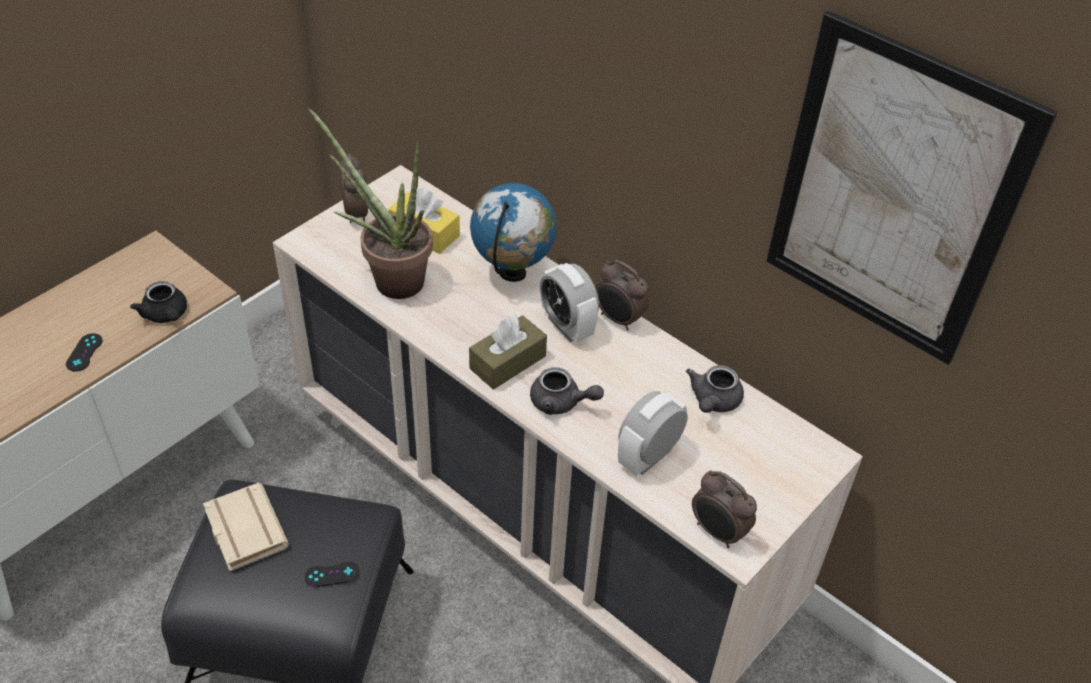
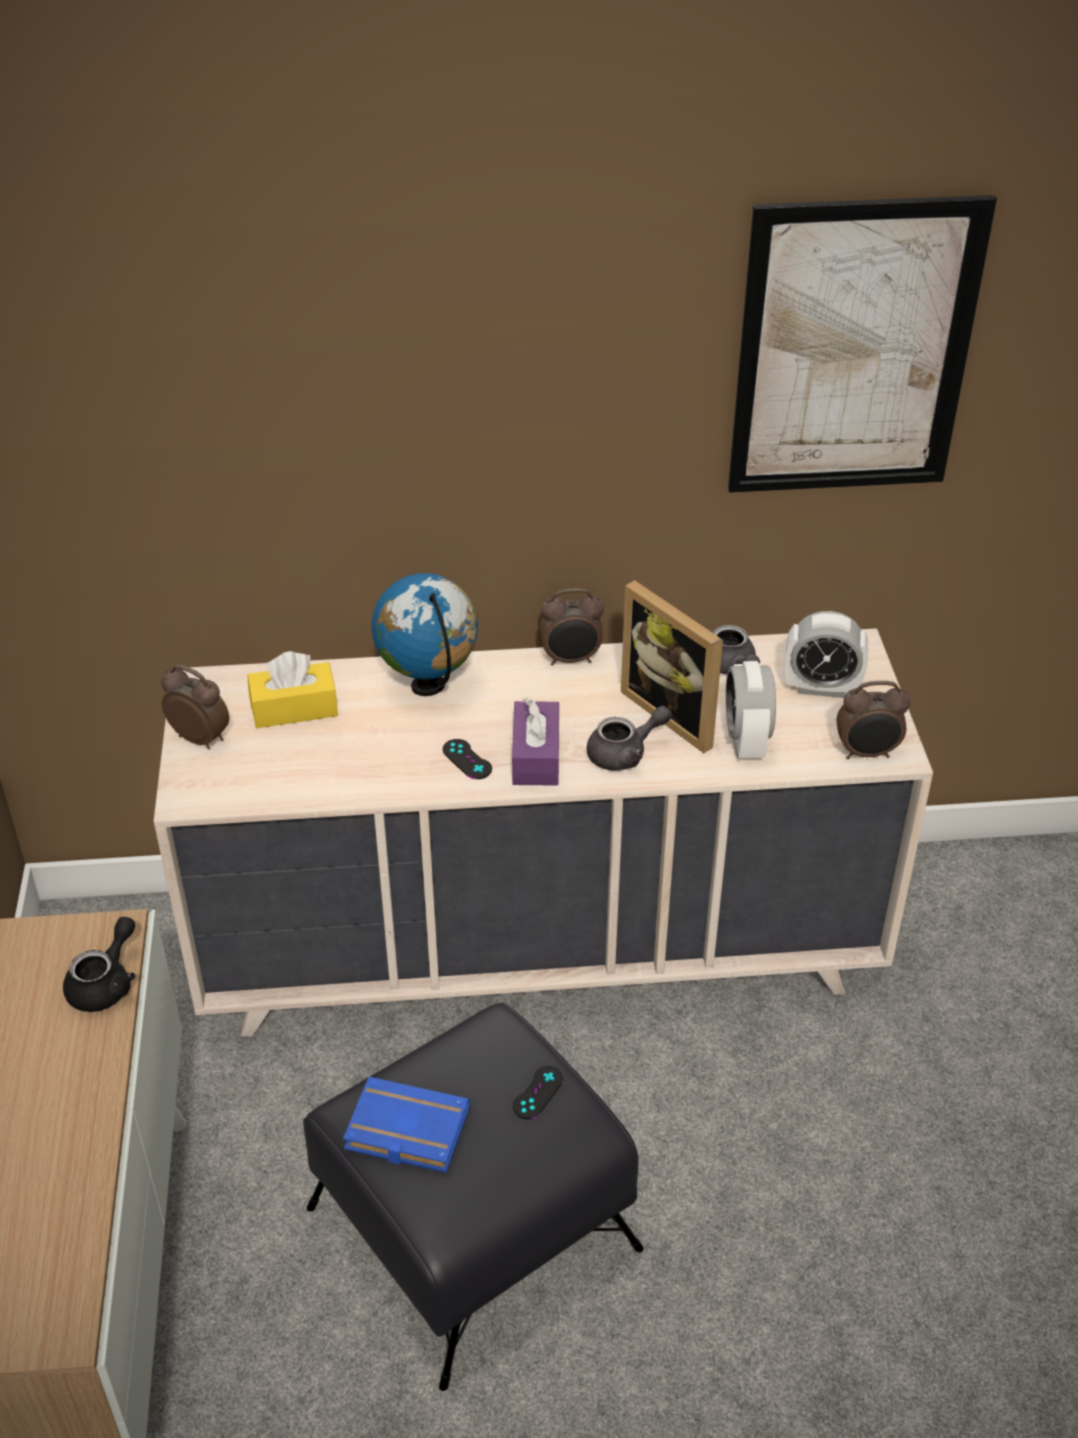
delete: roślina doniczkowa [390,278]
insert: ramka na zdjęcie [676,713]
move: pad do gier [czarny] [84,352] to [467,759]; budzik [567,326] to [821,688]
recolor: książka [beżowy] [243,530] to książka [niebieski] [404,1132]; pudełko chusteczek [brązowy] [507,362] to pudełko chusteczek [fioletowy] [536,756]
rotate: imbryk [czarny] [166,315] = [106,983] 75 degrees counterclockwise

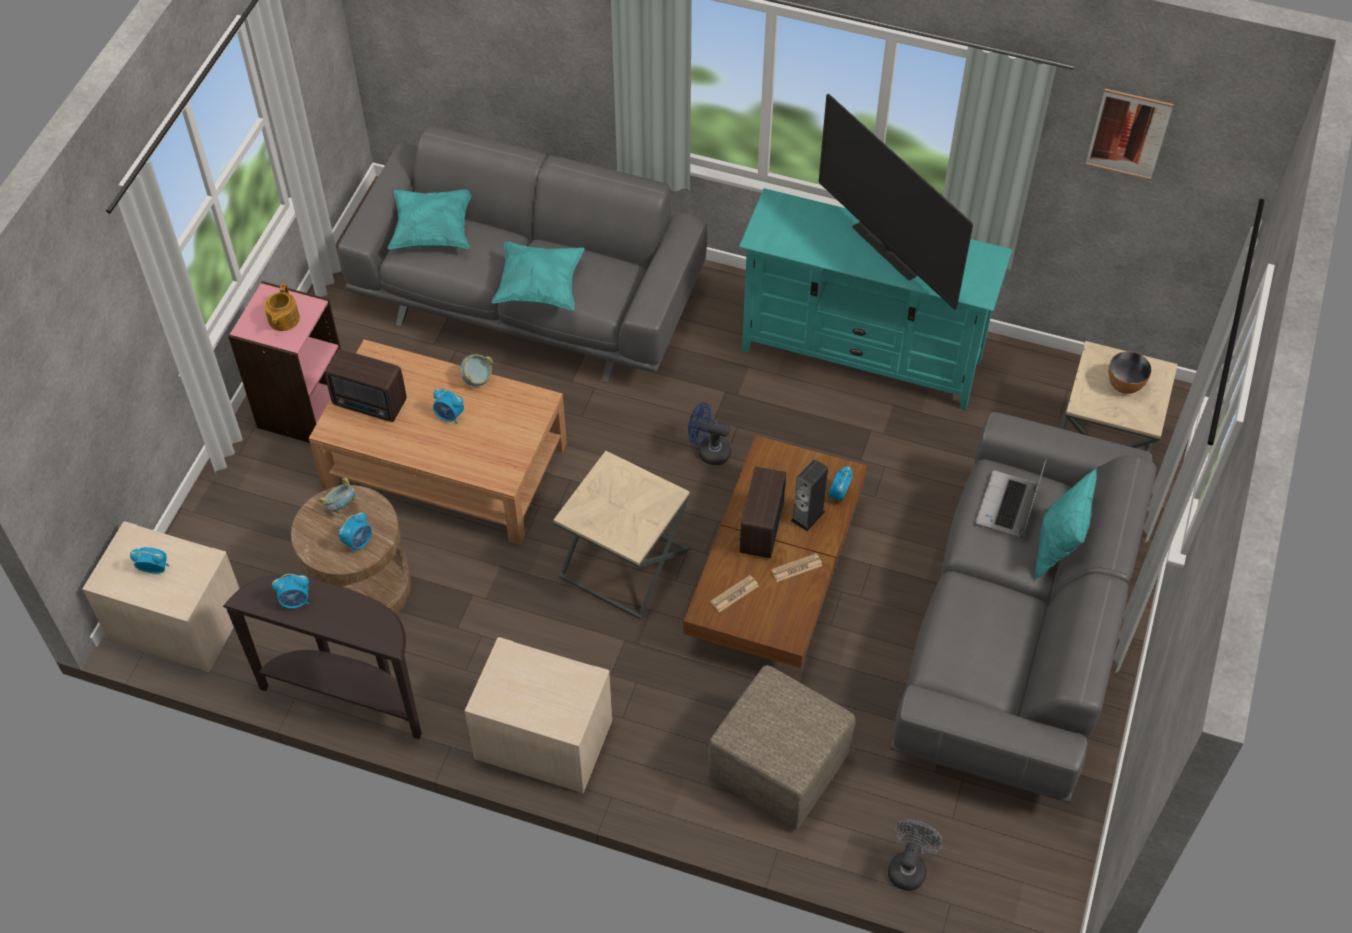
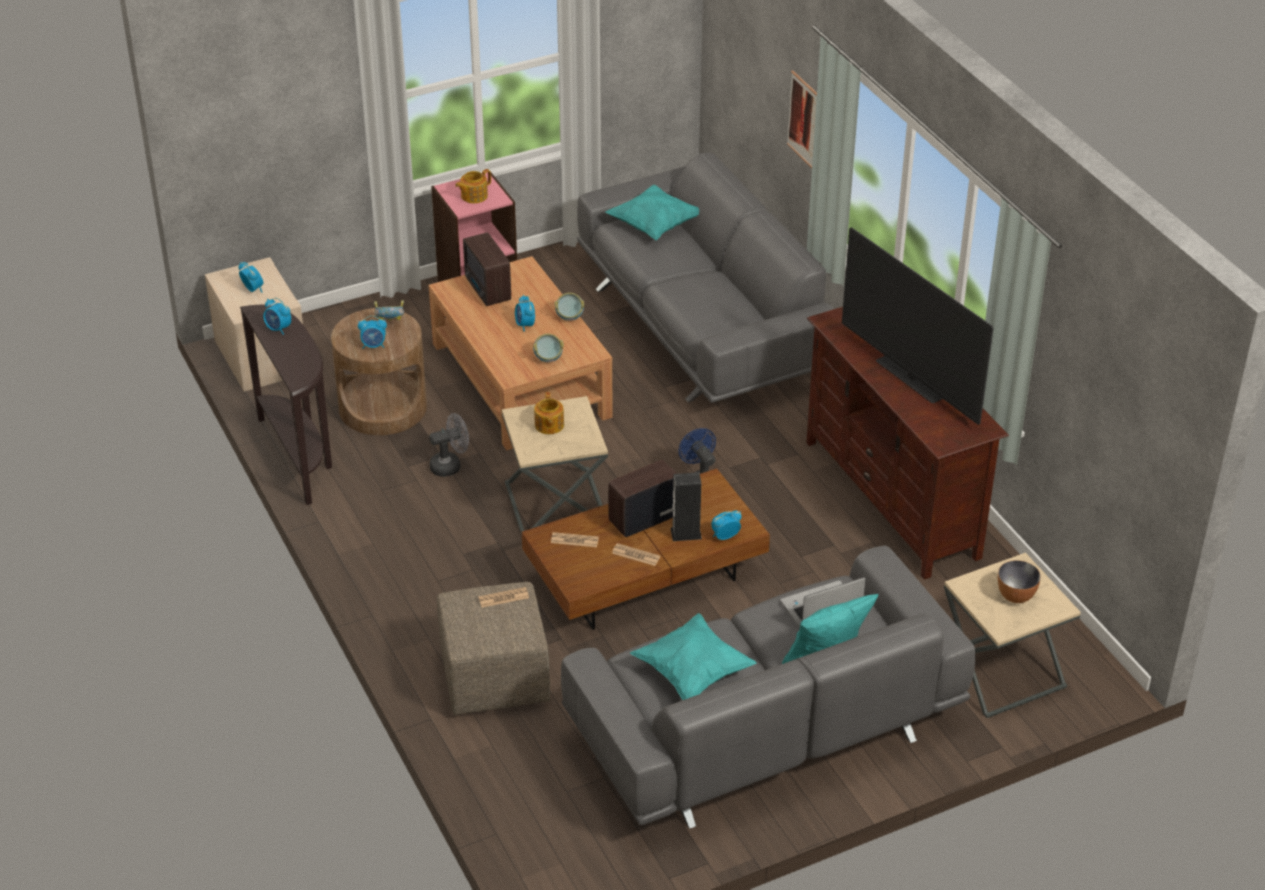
delete: szafka nocna [beżowy] [543,739]
insert: gazeta [503,598]; miska [548,359]; imbryk [549,425]
move: poduszka [turkusowy] [539,288] to [692,673]; wentylator [szary] [908,866] to [450,465]; obraz [1128,134] to [804,120]
recolor: szafka pod telewizor [turkusowy] [862,354] to szafka pod telewizor [brązowy] [892,499]
rotate: telewizor [886,250] = [909,379] 45 degrees counterclockwise

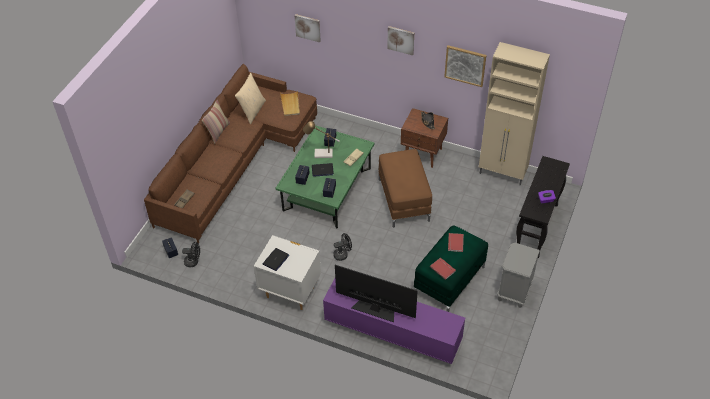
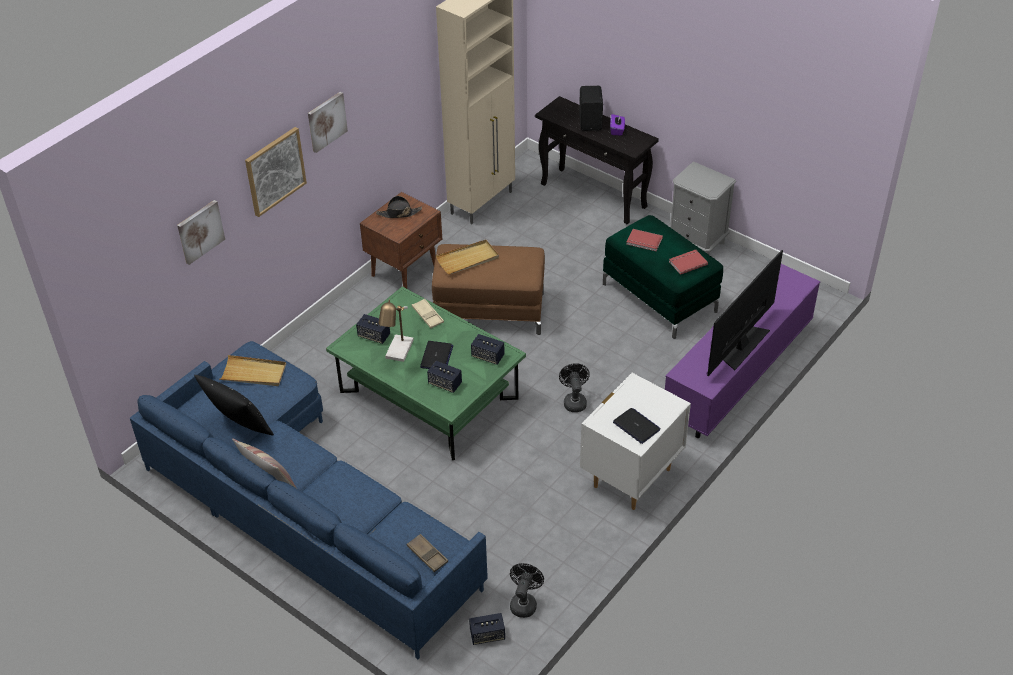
insert: taca [beżowy] [468,259]; głośnik [czarny] [591,122]
move: obraz [465,65] to [275,171]
recolor: kanapa [brązowy] [235,161] to kanapa [niebieski] [303,509]; poduszka [beżowy] [252,110] to poduszka [czarny] [239,427]

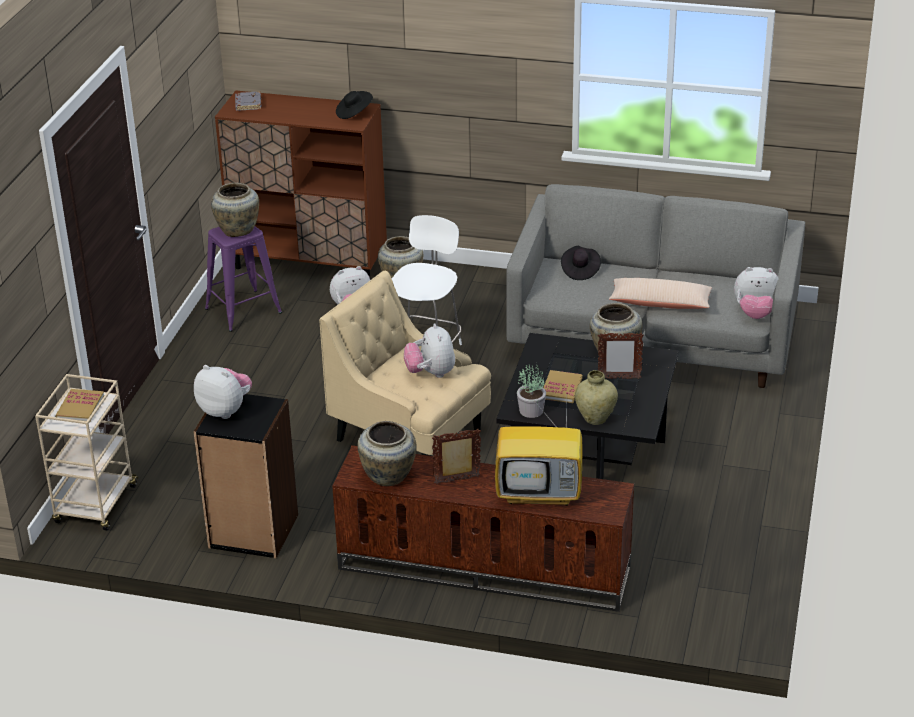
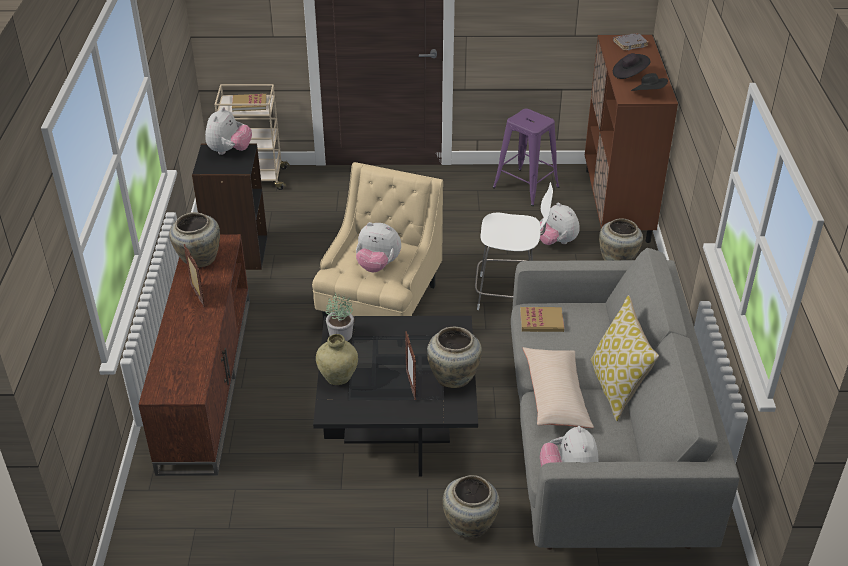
delete: telewizor [541,493]
insert: poduszka [617,388]
move: wazon [beżowy] [238,230] to [470,525]; książka [561,388] to [541,321]; kapelusz [czarny] [580,271] to [629,74]
rotate: pluszak [431,373] = [378,265] 135 degrees counterclockwise

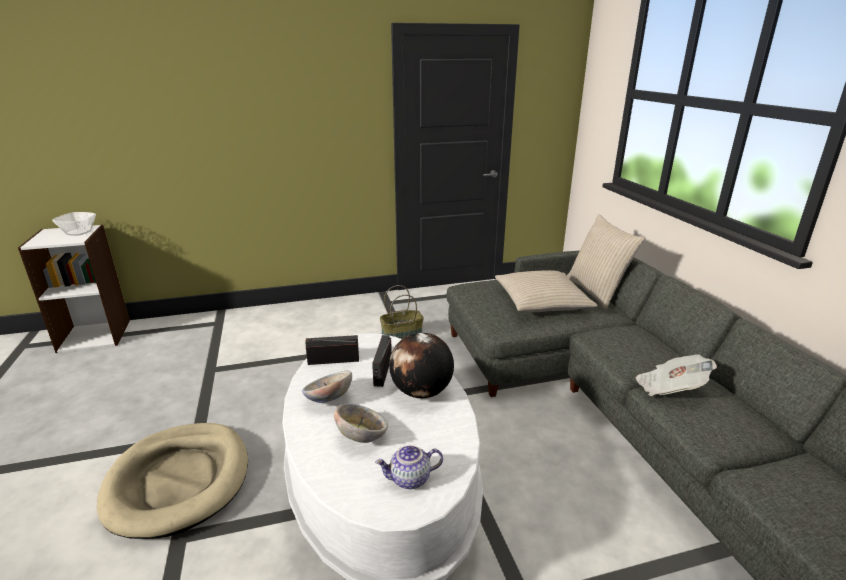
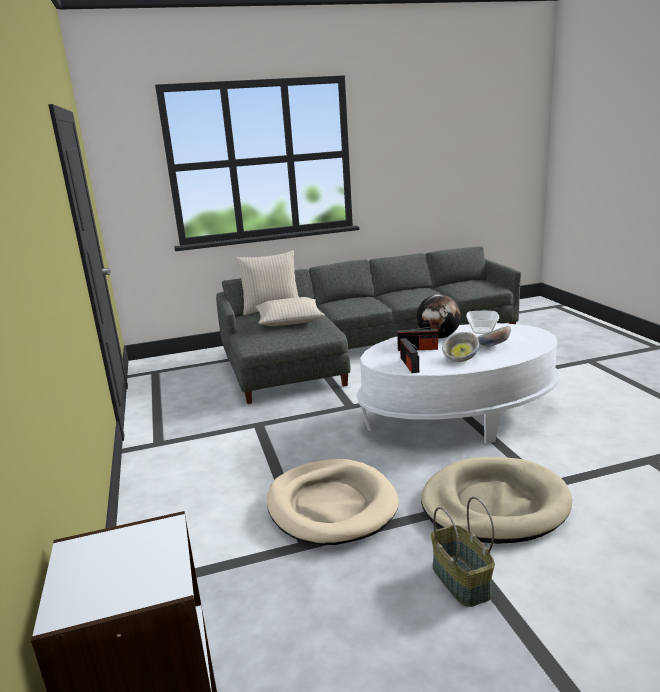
delete: imbryk [409,480]; gazeta [669,389]
insert: legowisko [beżowy] [331,505]
move: miska [79,232] to [482,330]; koszyk [402,337] to [460,581]

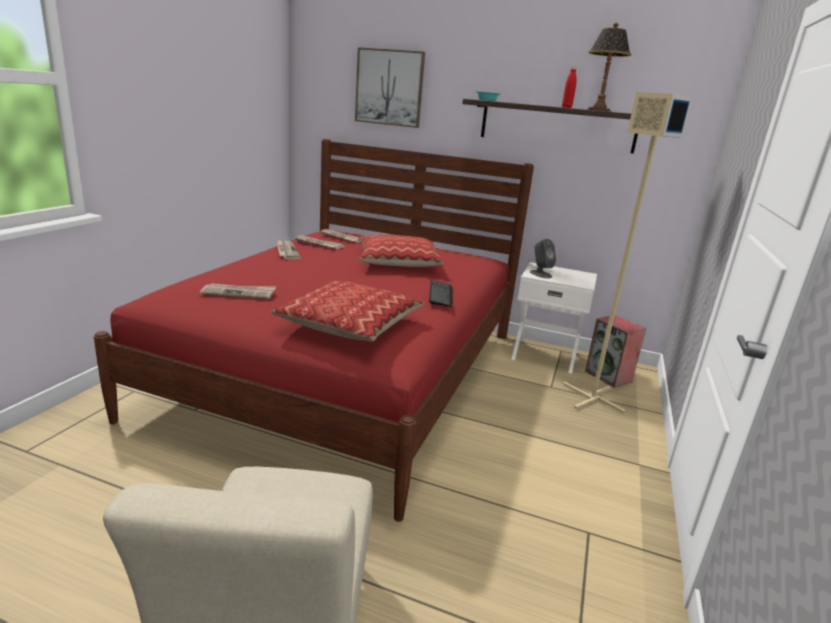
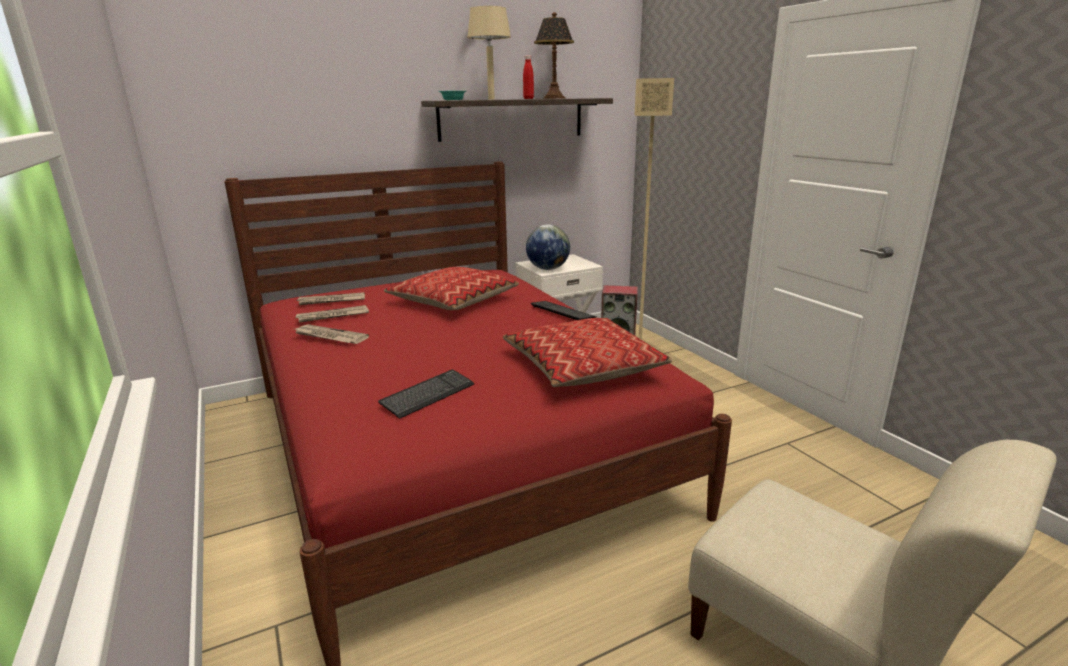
delete: obraz [389,88]
insert: lampa stołowa [beżowy] [491,99]
replace: gazeta [239,293] to klawiatura [428,395]; głośnik [szary] [540,274] to globus [548,269]

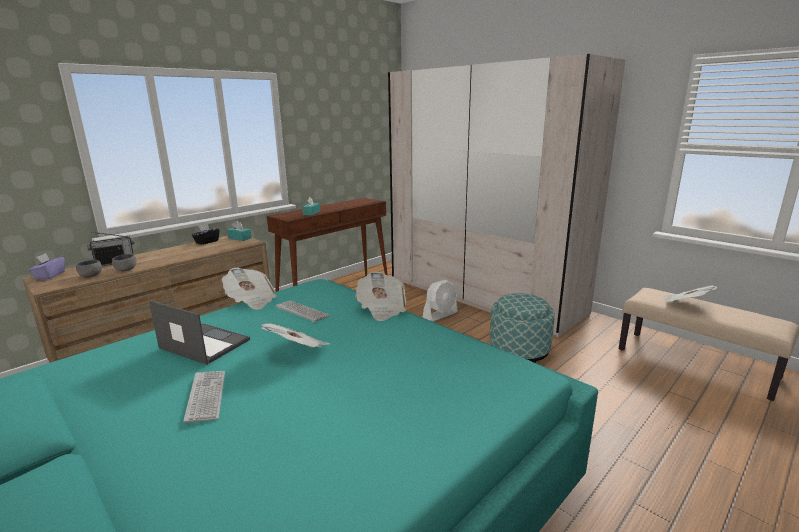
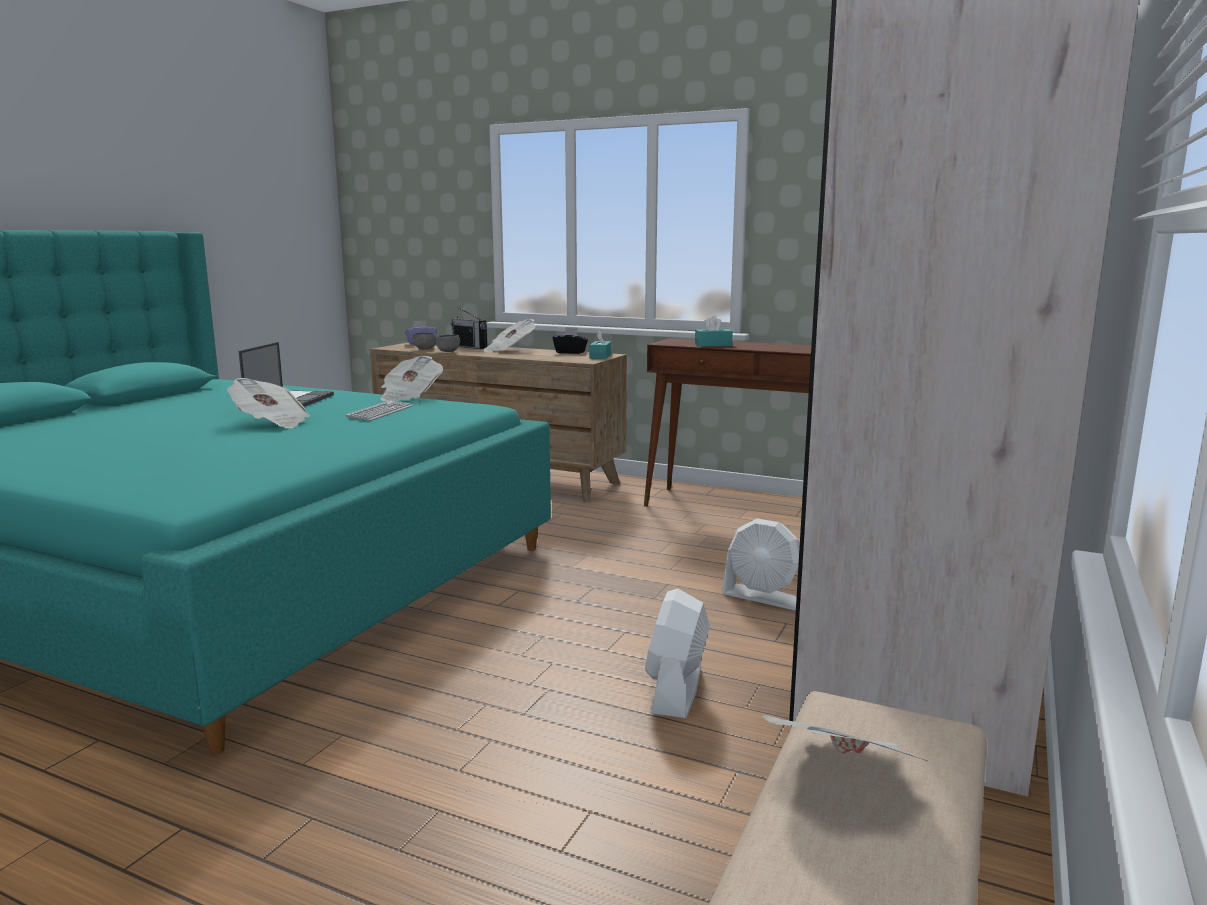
delete: klawiatura [206,396]
move: gazeta [381,309] to [509,350]
replace: pufa [519,350] to wentylator [biały] [676,691]

